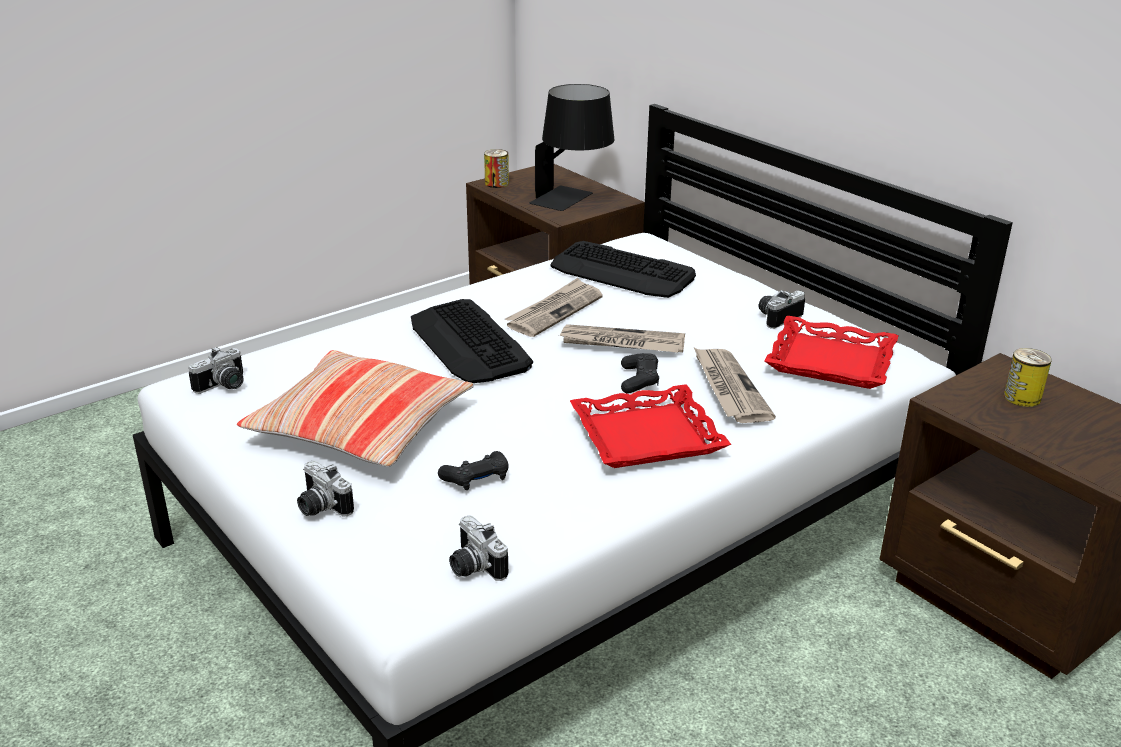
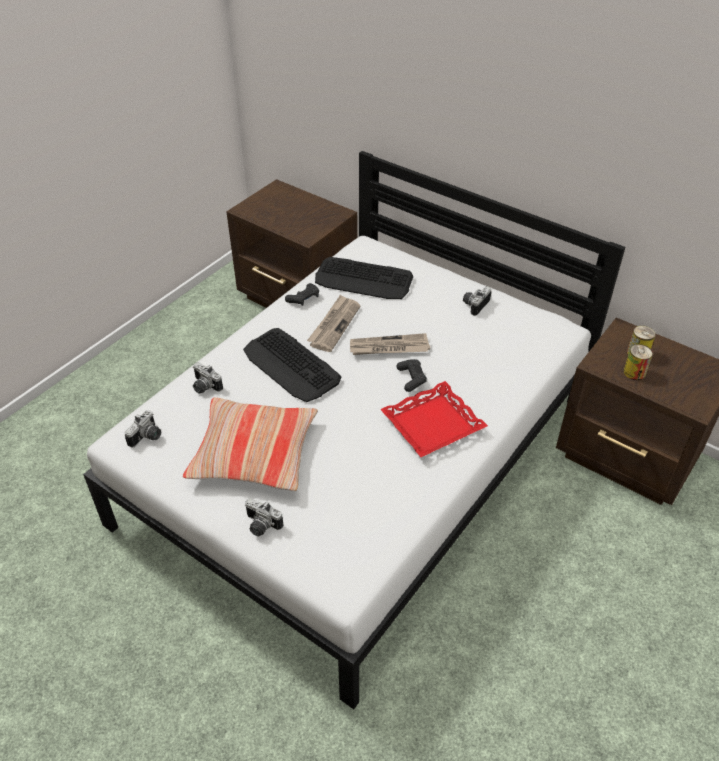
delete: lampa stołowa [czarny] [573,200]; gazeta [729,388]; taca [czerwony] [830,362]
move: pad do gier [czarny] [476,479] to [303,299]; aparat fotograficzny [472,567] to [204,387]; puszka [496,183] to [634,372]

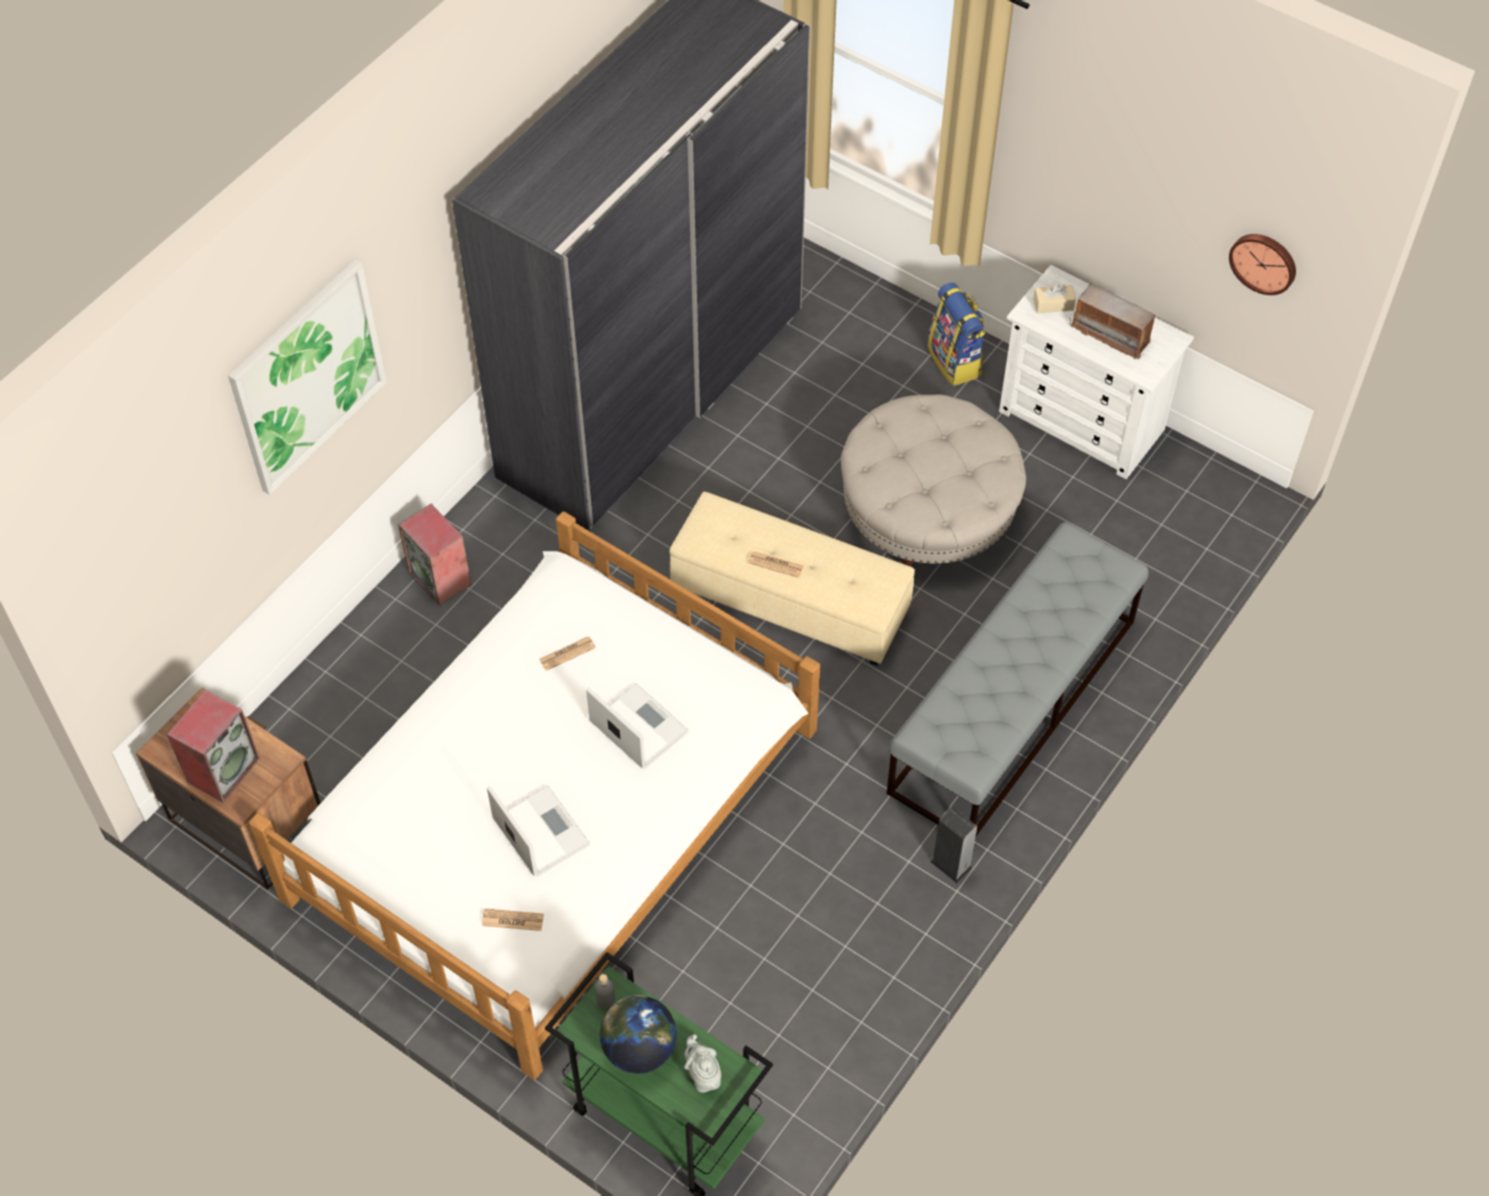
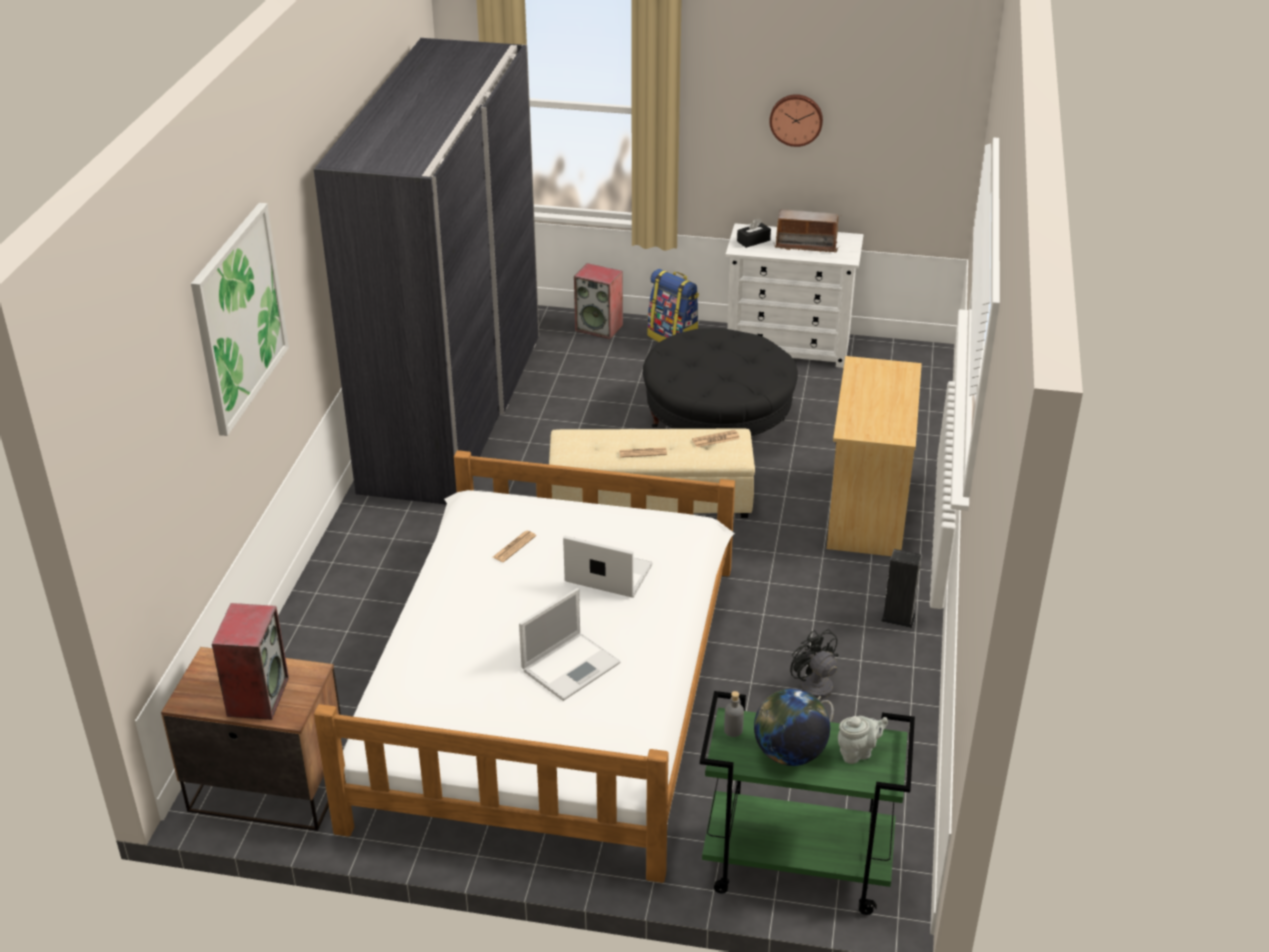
insert: wentylator [czarny] [815,694]
move: głośnik [441,578] to [600,328]; gazeta [512,920] to [715,439]; zegar ścienny [1264,262] to [796,119]
replace: ławka [szary] [1012,707] to komoda [beżowy] [867,511]
recolor: pufa [beżowy] [928,513] to pufa [czarny] [718,423]; pudełko chusteczek [beżowy] [1053,304] to pudełko chusteczek [czarny] [753,241]
rotate: laptop [539,830] = [572,665] 105 degrees clockwise; imbryk [szary] [703,1075] = [858,752] 120 degrees clockwise

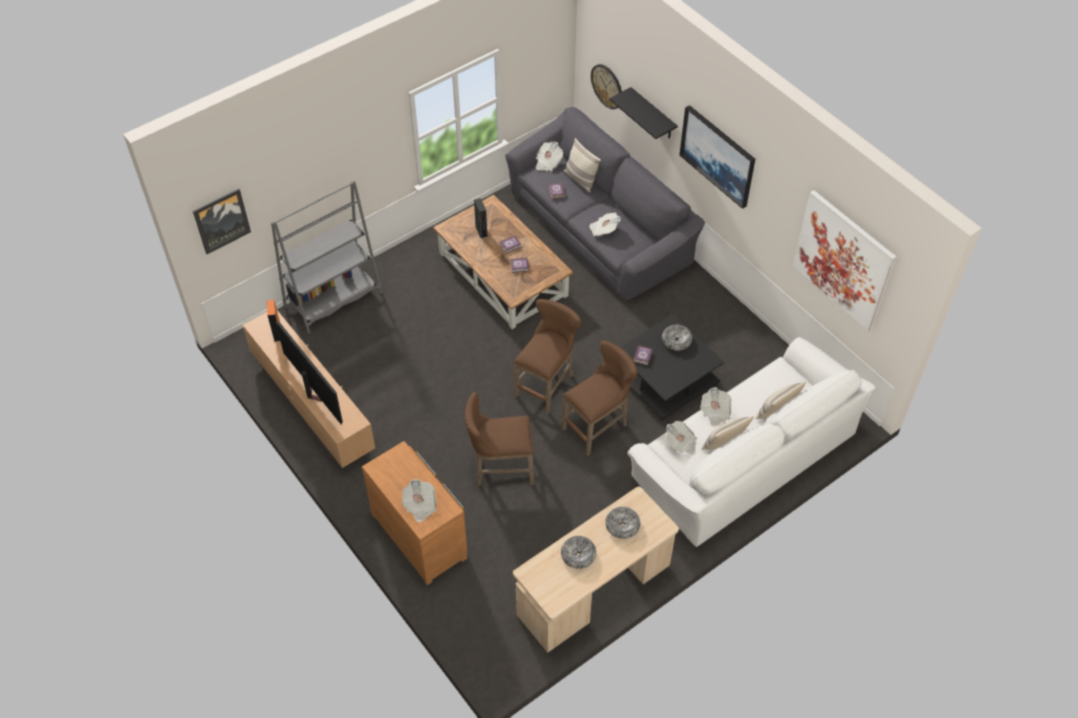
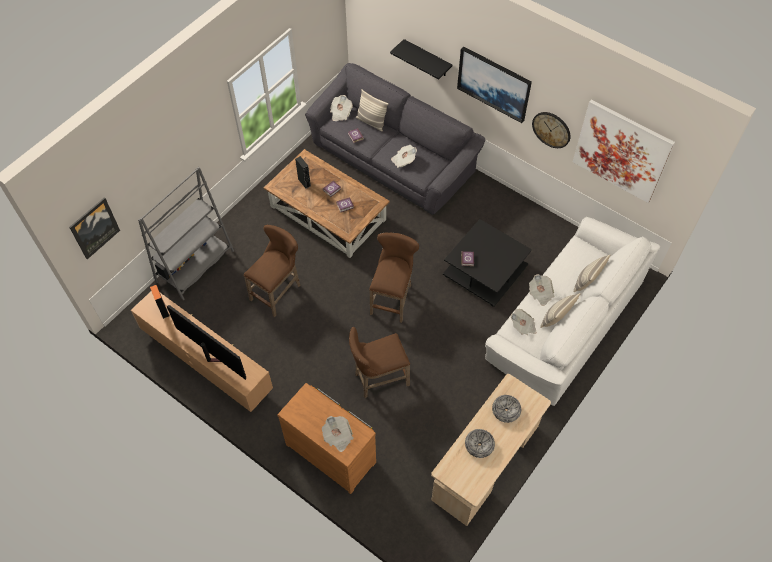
delete: miska [676,340]
move: stołek [brązowy] [598,426] to [278,291]; zegar ścienny [607,86] to [551,129]

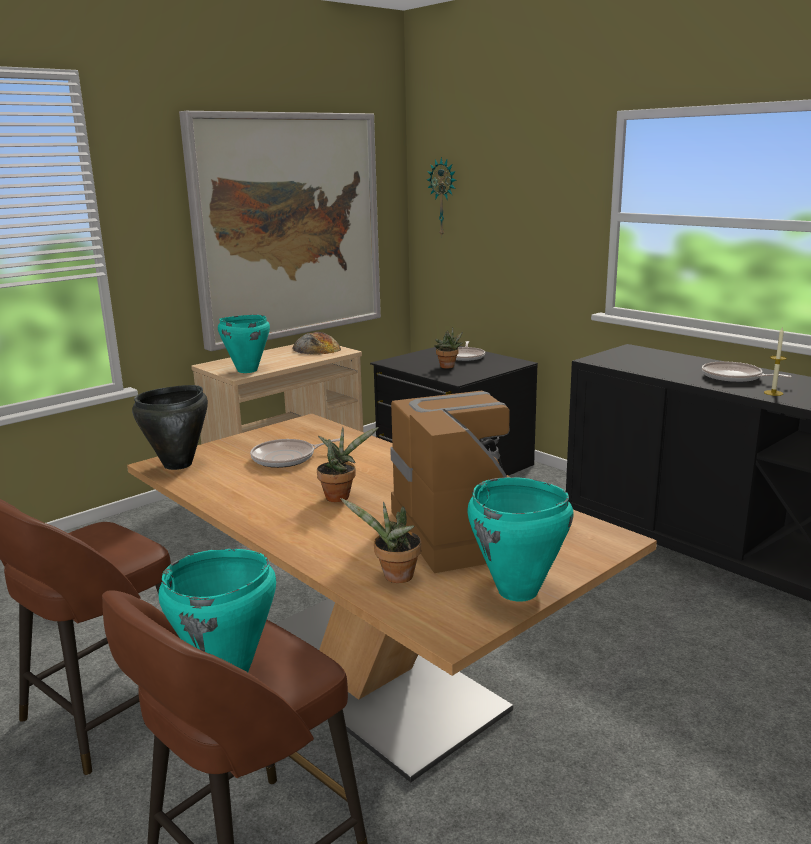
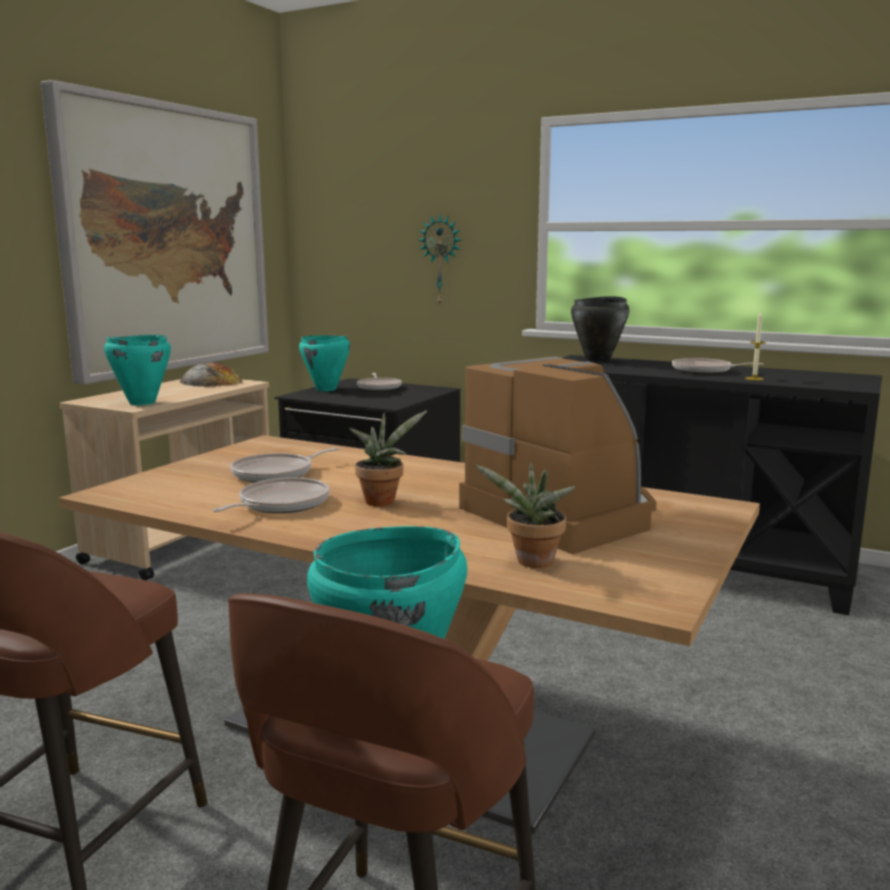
delete: roślina doniczkowa [448,367]
insert: patelnia [280,504]
move: garnek [czarny] [178,464] to [598,361]; zegar ścienny [443,197] to [441,260]; garnek [turkusowy] [518,591] to [326,389]

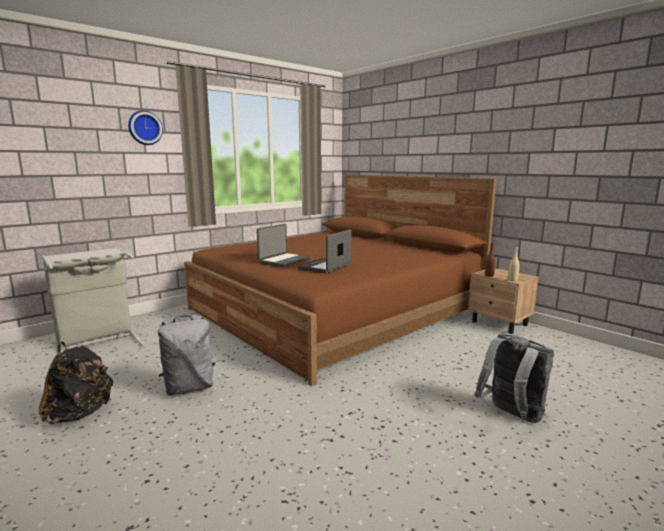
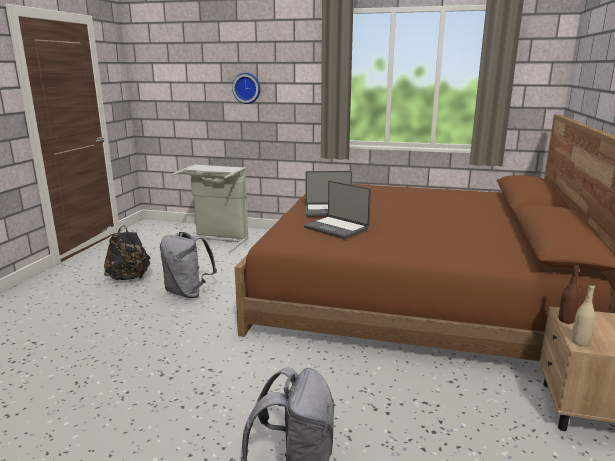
move: zegar ścienny [144,128] to [247,88]
rotate: laptop [326,267] = [337,228] 135 degrees counterclockwise

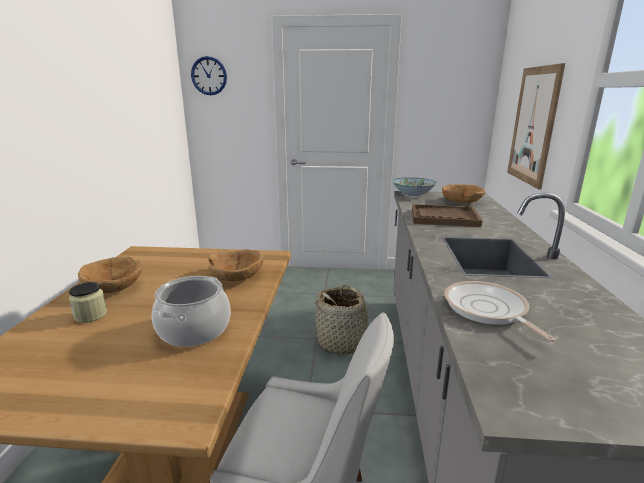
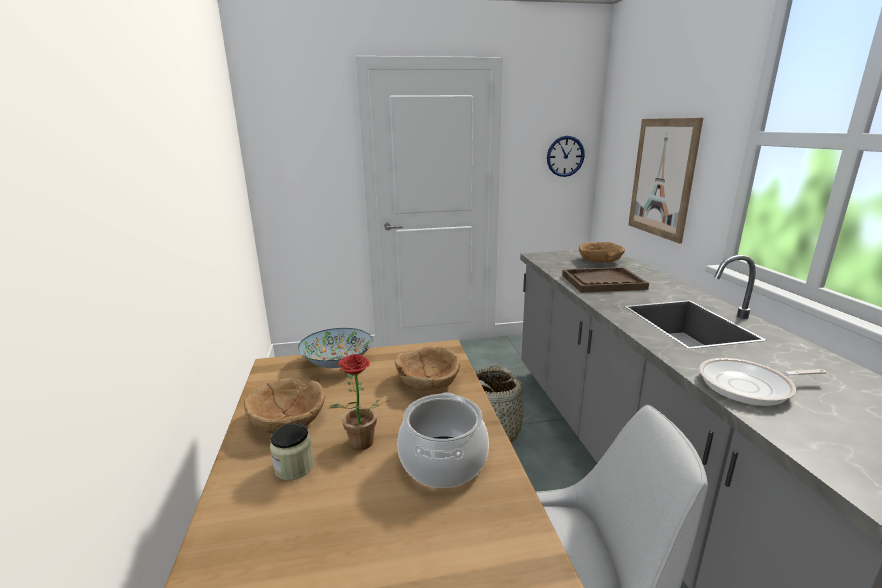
insert: roślina doniczkowa [360,446]
move: zegar ścienny [209,76] to [565,156]; miska [413,194] to [337,362]
rotate: patelnia [487,310] = [749,386] 60 degrees counterclockwise

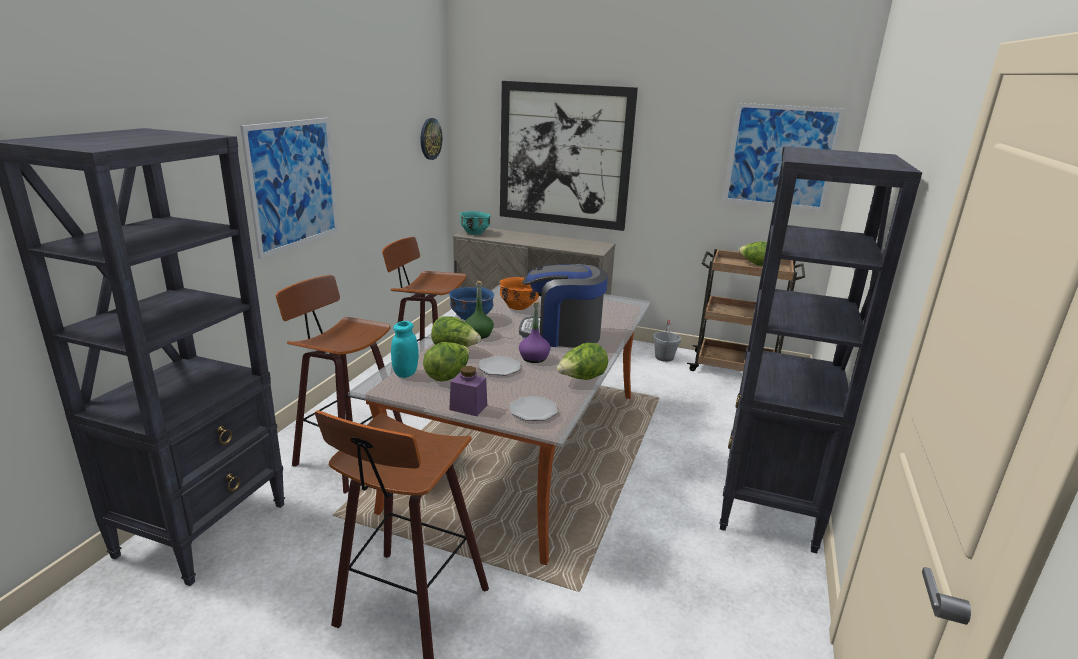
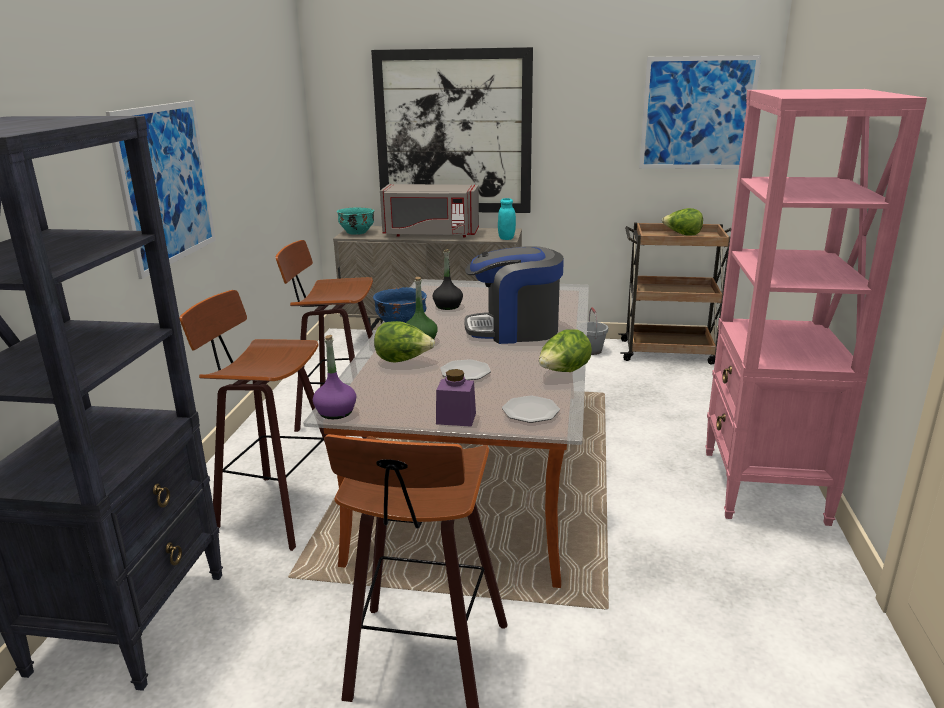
delete: zegar ścienny [430,138]; sałata [448,376]
insert: mikrofalówka [szary] [430,234]
move: słoik [turkusowy] [405,373] to [506,238]; butelka [fioletowy] [534,358] to [335,412]
replace: miska [pomarańczowy] [518,306] to butelka [czarny] [447,306]
recolor: regał [czarny] [767,506] to regał [różowy] [763,487]

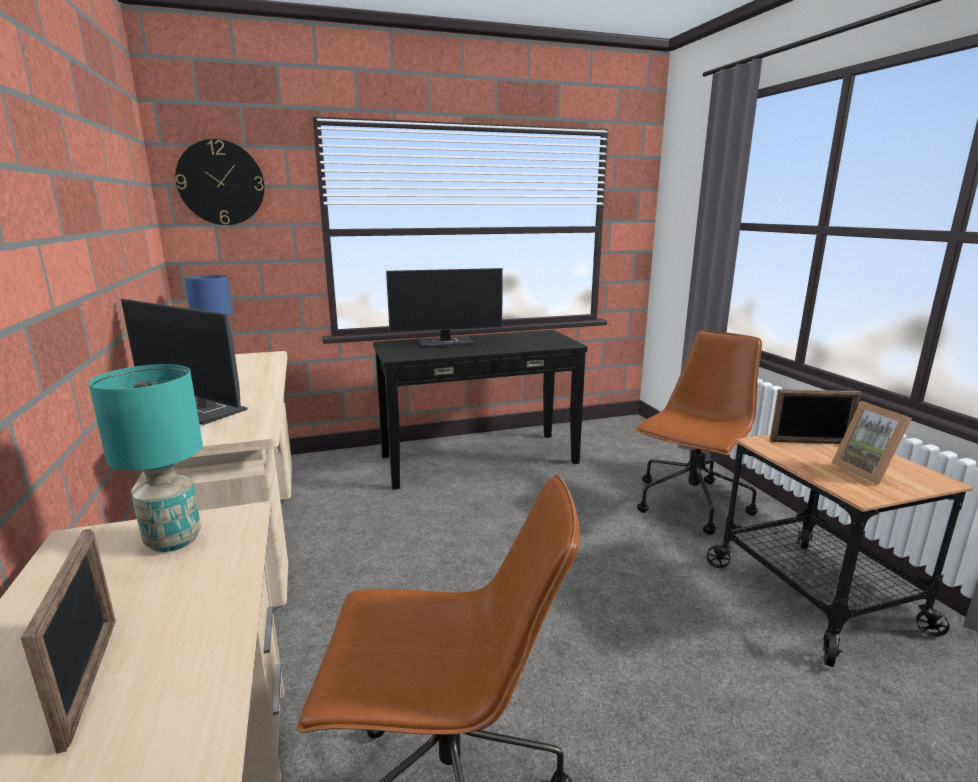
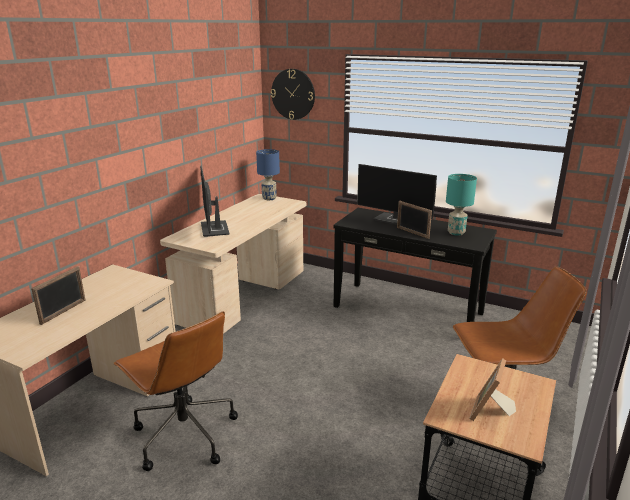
move: lampa stołowa [turkusowy] [174,539] to [456,233]; ramka na zdjęcie [809,442] to [412,233]

